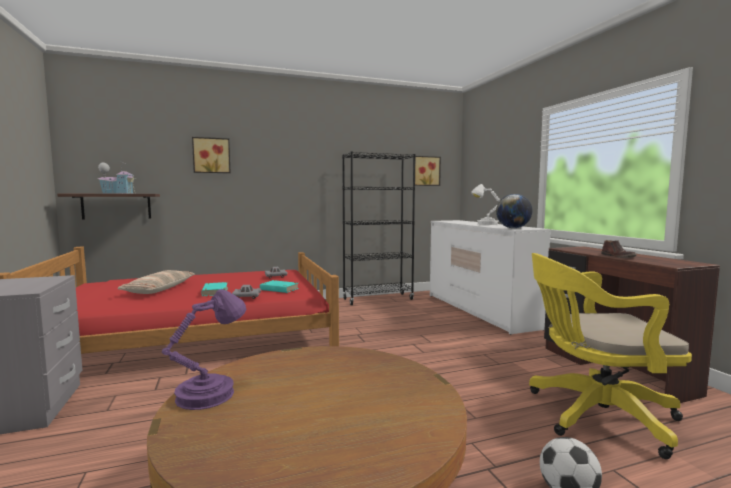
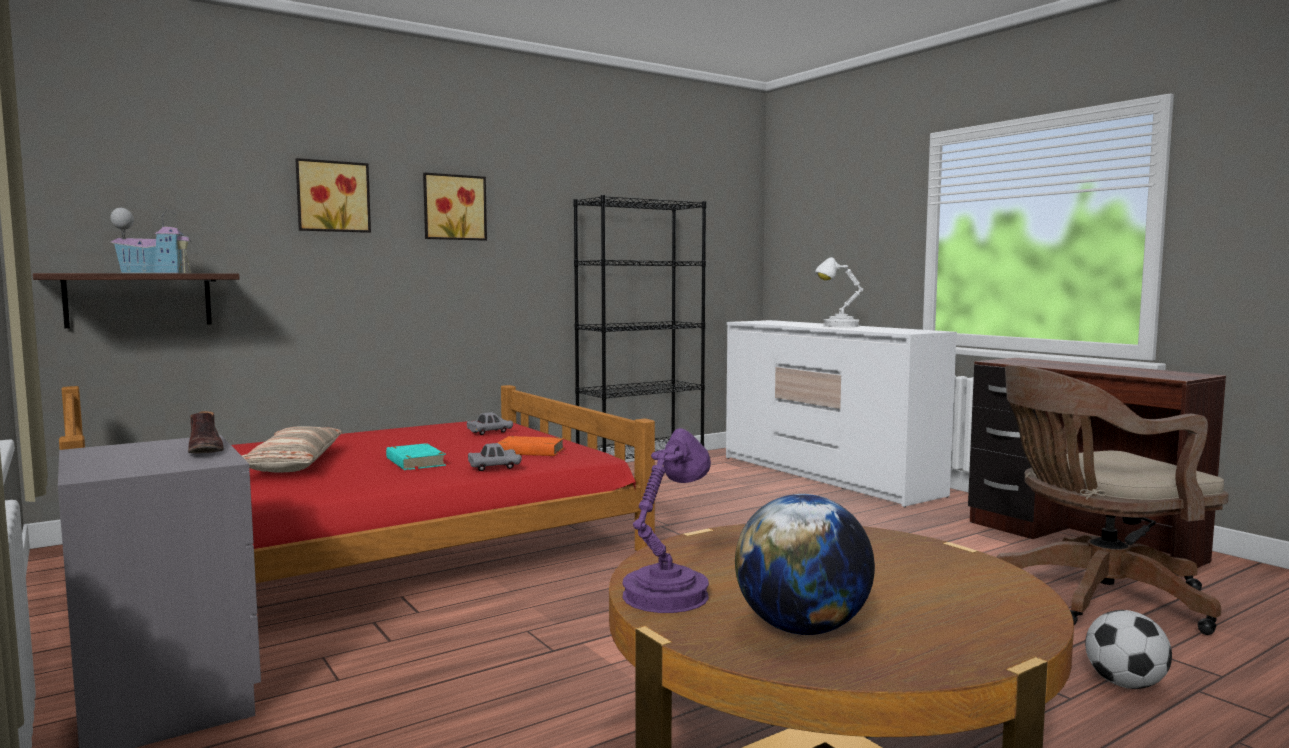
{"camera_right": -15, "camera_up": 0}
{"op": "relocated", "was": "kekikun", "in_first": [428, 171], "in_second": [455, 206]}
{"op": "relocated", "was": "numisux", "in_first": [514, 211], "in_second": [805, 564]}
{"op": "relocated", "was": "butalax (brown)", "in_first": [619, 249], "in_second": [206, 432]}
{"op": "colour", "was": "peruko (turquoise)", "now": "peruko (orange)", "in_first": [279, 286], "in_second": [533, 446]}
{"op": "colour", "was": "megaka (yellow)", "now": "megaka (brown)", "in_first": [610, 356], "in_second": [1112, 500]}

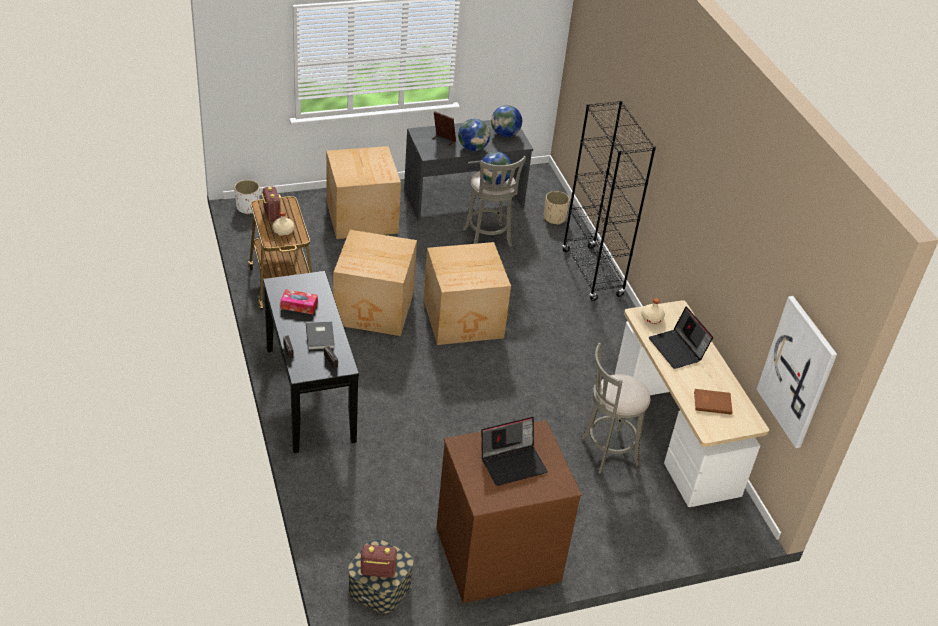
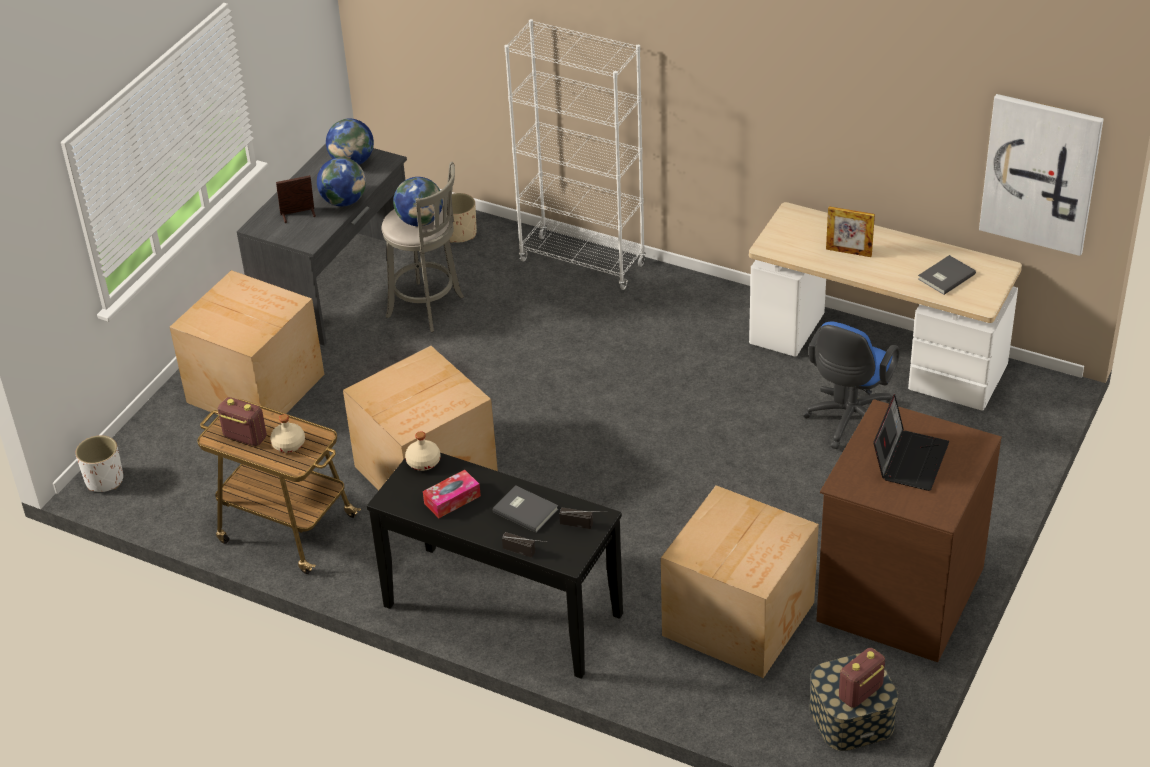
{"camera_right": -40, "camera_up": 0}
{"op": "relocated", "was": "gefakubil", "in_first": [467, 293], "in_second": [740, 581]}
{"op": "relocated", "was": "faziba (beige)", "in_first": [653, 311], "in_second": [422, 451]}
{"op": "exchanged", "was": "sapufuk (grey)", "now": "megaka (blue)", "in_first": [615, 408], "in_second": [851, 385]}
{"op": "exchanged", "was": "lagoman", "now": "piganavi", "in_first": [680, 338], "in_second": [850, 231]}
{"op": "colour", "was": "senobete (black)", "now": "senobete (white)", "in_first": [609, 200], "in_second": [575, 154]}
{"op": "colour", "was": "peruko (brown)", "now": "peruko (grey)", "in_first": [713, 402], "in_second": [947, 275]}

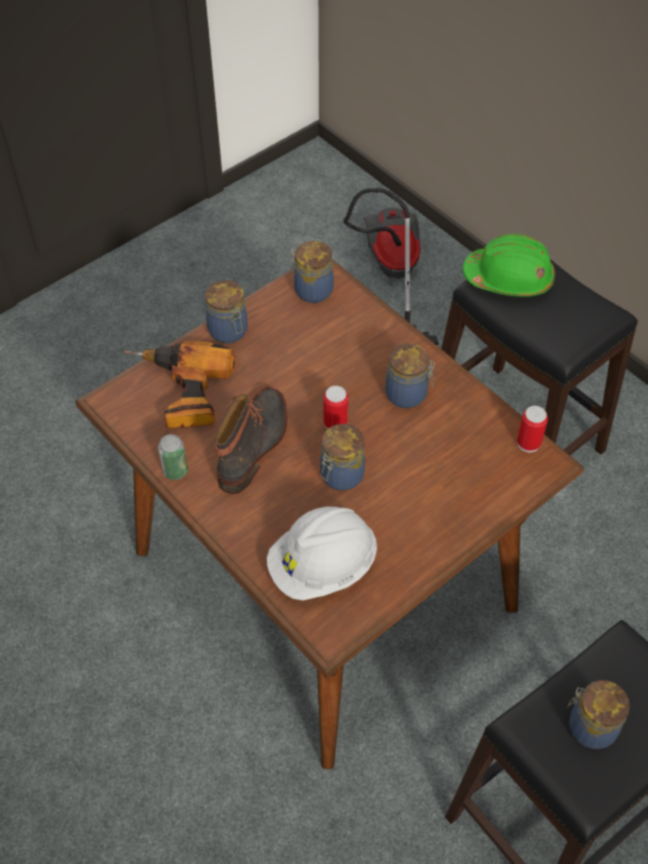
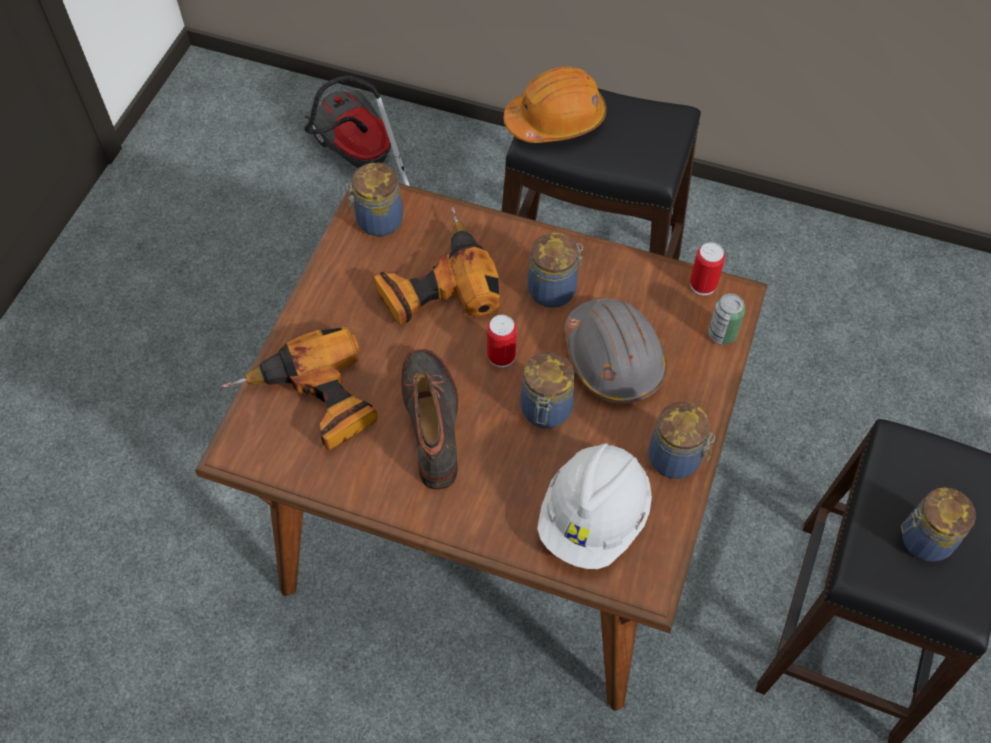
{"camera_right": -30, "camera_up": 5}
{"op": "appeared", "now": "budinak", "in_second": [437, 266]}
{"op": "appeared", "now": "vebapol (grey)", "in_second": [615, 351]}
{"op": "relocated", "was": "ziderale", "in_first": [173, 457], "in_second": [726, 319]}
{"op": "relocated", "was": "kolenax", "in_first": [226, 311], "in_second": [681, 440]}
{"op": "colour", "was": "vebapol (green)", "now": "vebapol (orange)", "in_first": [509, 265], "in_second": [555, 104]}

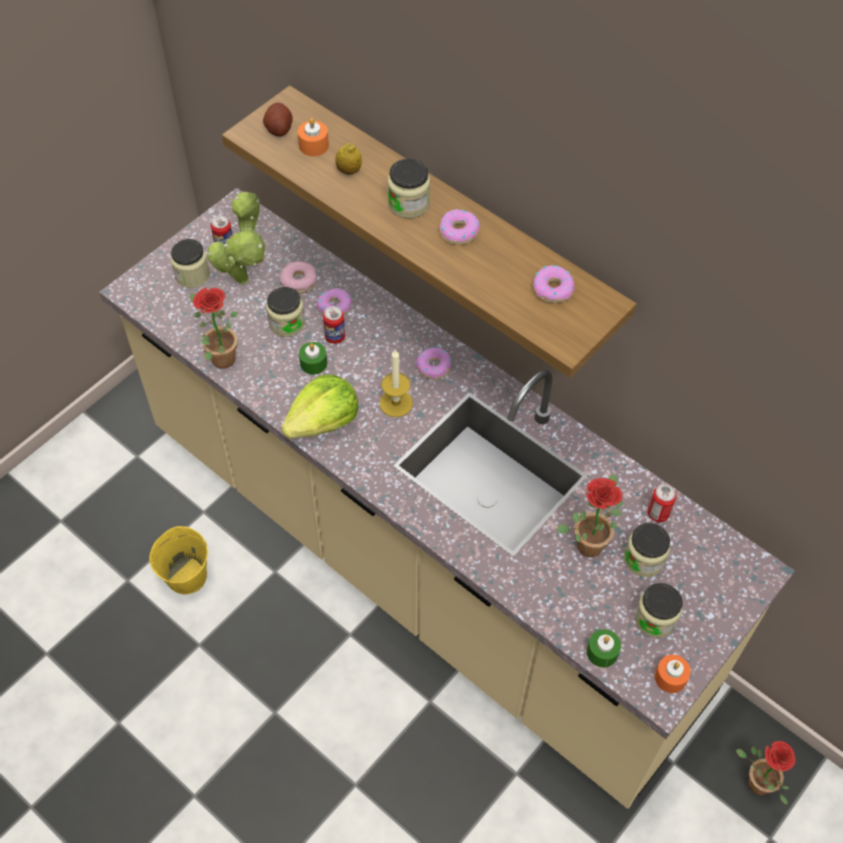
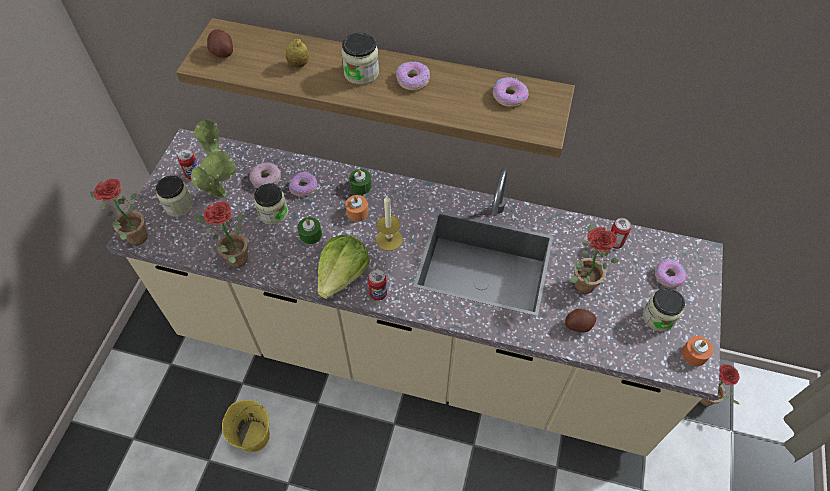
{"camera_right": -25, "camera_up": 0}
{"op": "missing", "was": "kolenax", "in_first": [647, 550]}
{"op": "appeared", "now": "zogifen", "in_second": [119, 212]}
{"op": "appeared", "now": "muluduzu", "in_second": [580, 320]}
{"op": "relocated", "was": "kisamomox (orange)", "in_first": [313, 137], "in_second": [356, 208]}
{"op": "relocated", "was": "ziderale", "in_first": [334, 325], "in_second": [377, 285]}
{"op": "relocated", "was": "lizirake", "in_first": [434, 363], "in_second": [670, 273]}
{"op": "relocated", "was": "kisamomox (green)", "in_first": [604, 648], "in_second": [360, 182]}

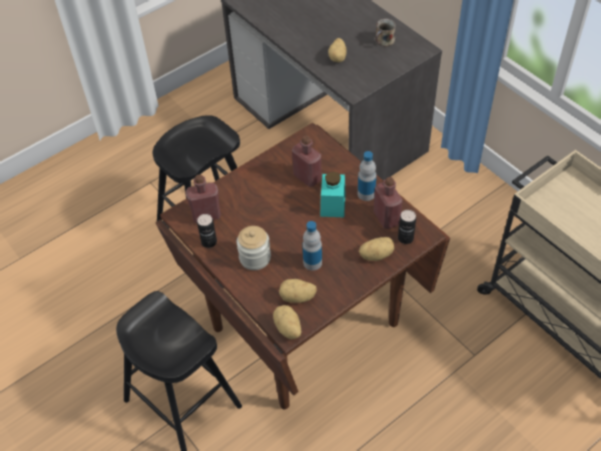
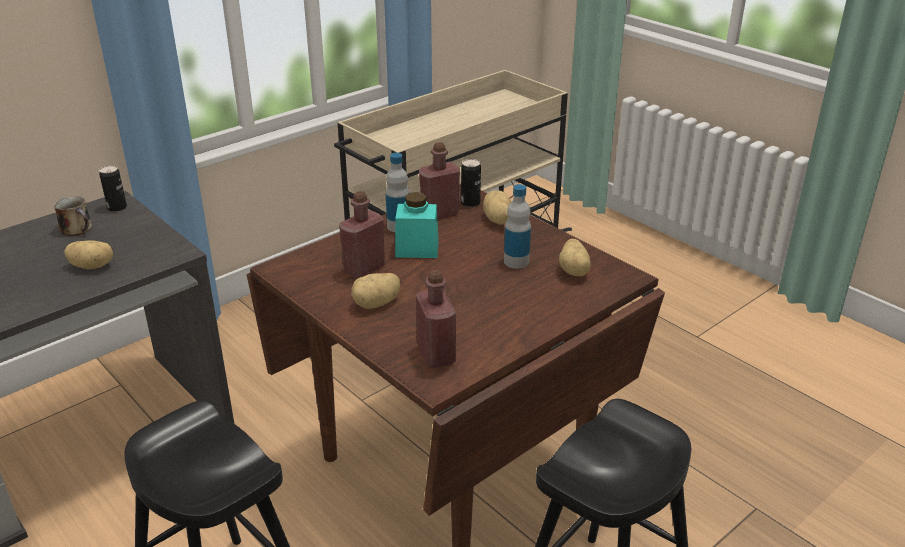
{"camera_right": -95, "camera_up": -20}
{"op": "missing", "was": "kolenax", "in_first": [254, 248]}
{"op": "relocated", "was": "ziderale", "in_first": [207, 231], "in_second": [113, 188]}
{"op": "relocated", "was": "muluduzu", "in_first": [287, 322], "in_second": [375, 291]}

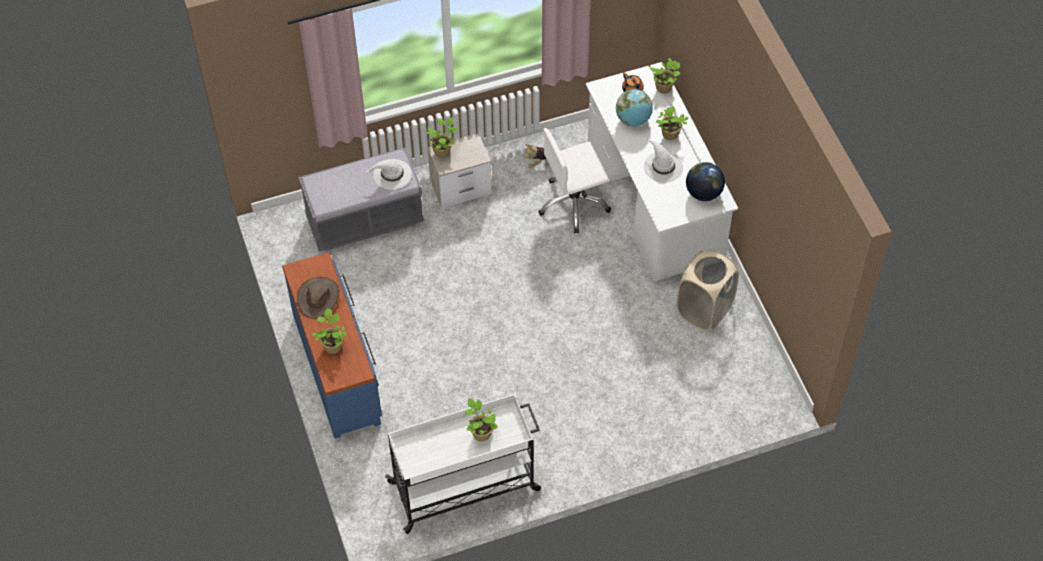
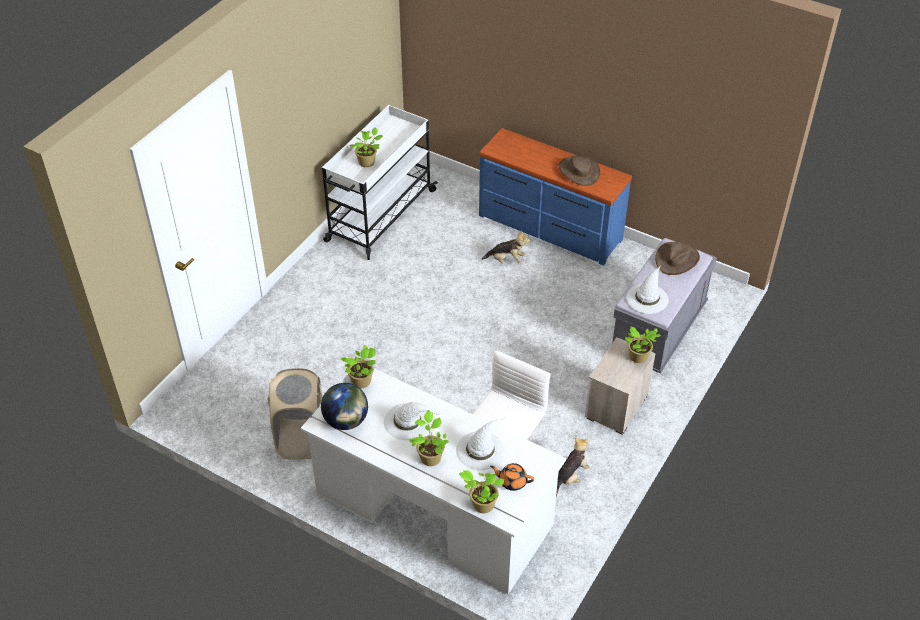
{"camera_right": 140, "camera_up": -10}
{"op": "appeared", "now": "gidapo", "in_second": [506, 247]}
{"op": "appeared", "now": "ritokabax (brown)", "in_second": [677, 258]}
{"op": "relocated", "was": "zogifen", "in_first": [329, 331], "in_second": [358, 366]}
{"op": "exchanged", "was": "numisux", "now": "ritokabax (white)", "in_first": [634, 108], "in_second": [481, 443]}

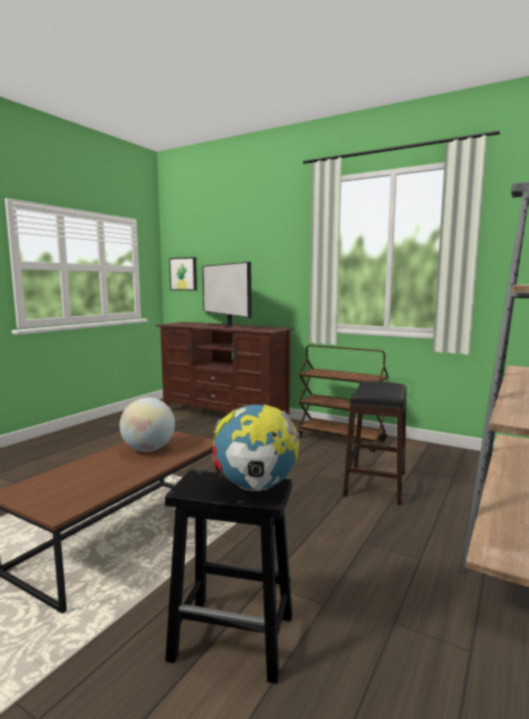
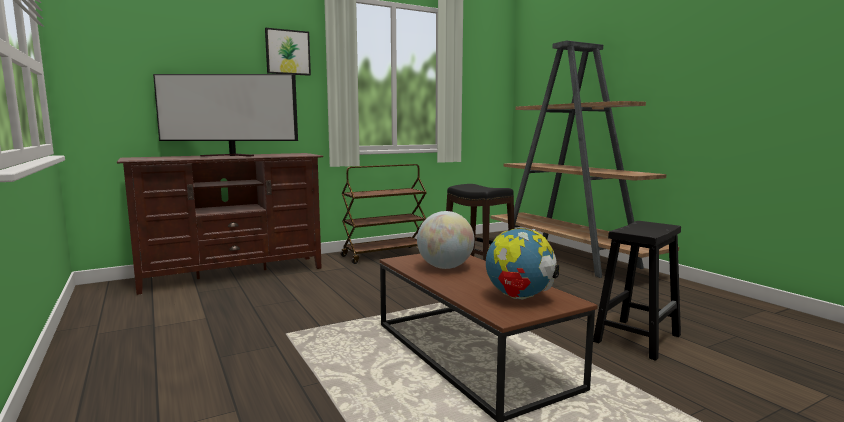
{"camera_right": -60, "camera_up": 0}
{"op": "relocated", "was": "kekikun", "in_first": [183, 273], "in_second": [288, 52]}
{"op": "relocated", "was": "numisux", "in_first": [256, 447], "in_second": [522, 263]}

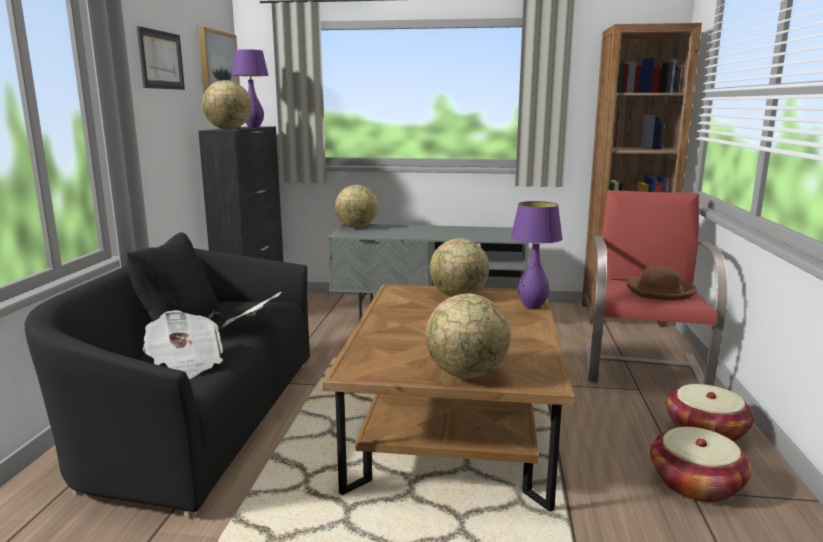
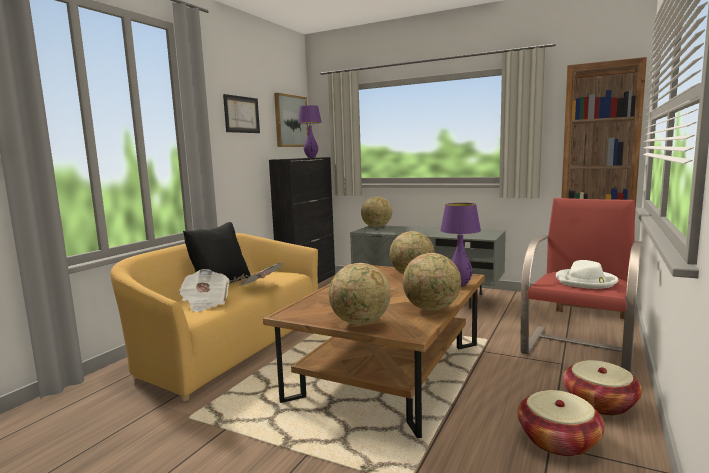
{"camera_right": 20, "camera_up": -5}
{"op": "relocated", "was": "numisux", "in_first": [227, 105], "in_second": [432, 282]}
{"op": "colour", "was": "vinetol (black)", "now": "vinetol (yellow)", "in_first": [167, 383], "in_second": [214, 317]}
{"op": "colour", "was": "ritokabax (brown)", "now": "ritokabax (white)", "in_first": [661, 283], "in_second": [587, 274]}

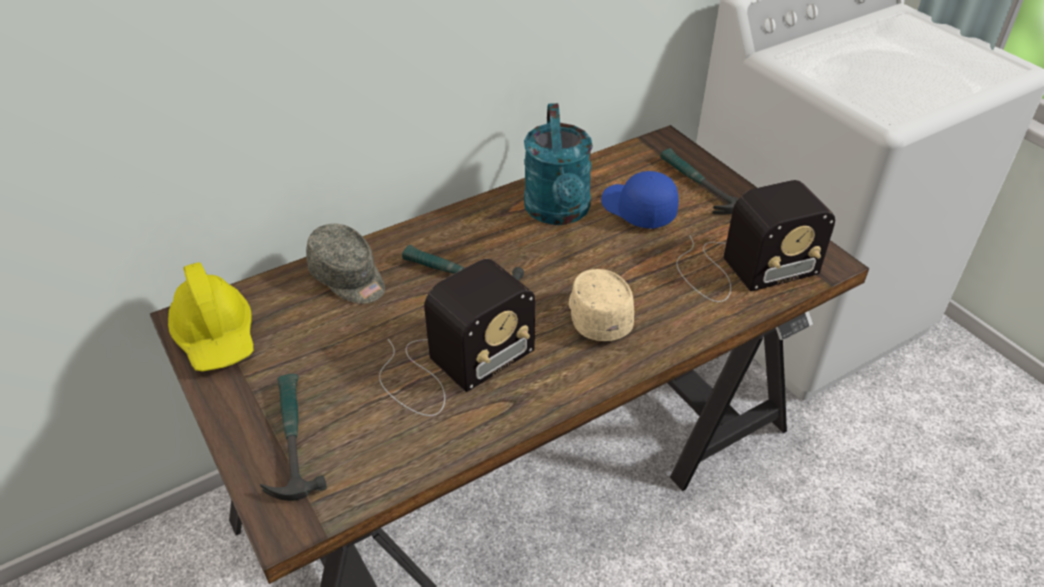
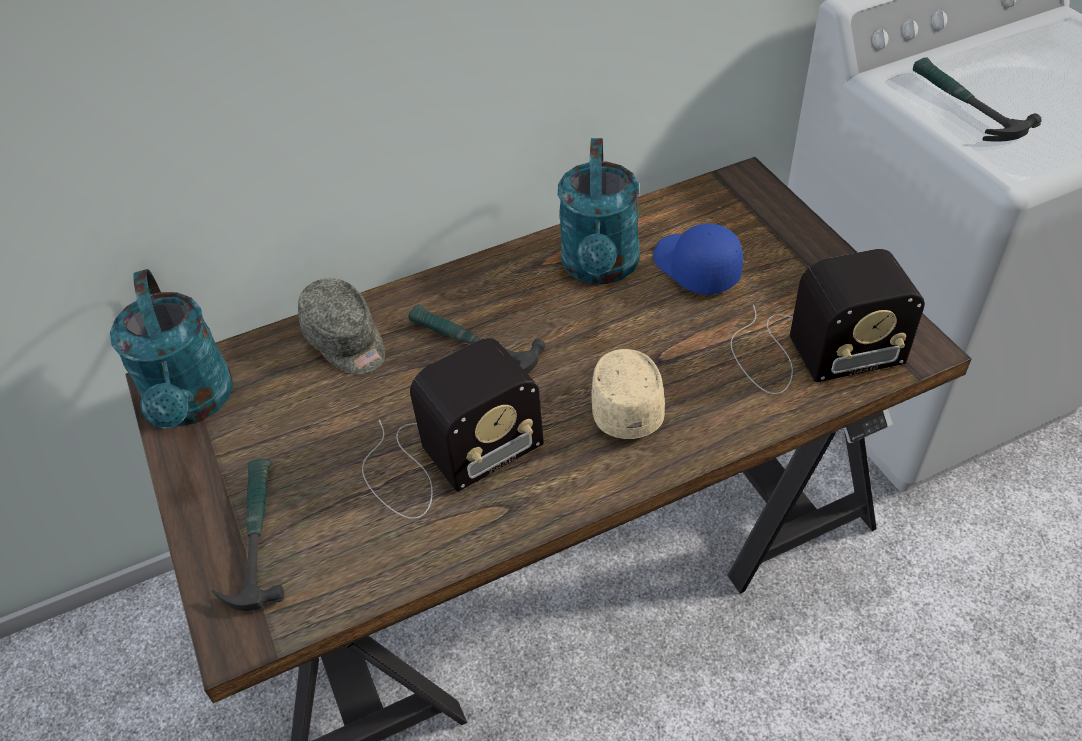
{"camera_right": 10, "camera_up": 5}
{"op": "relocated", "was": "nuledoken", "in_first": [700, 181], "in_second": [977, 99]}
{"op": "exchanged", "was": "vebapol (yellow)", "now": "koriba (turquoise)", "in_first": [210, 316], "in_second": [171, 348]}

